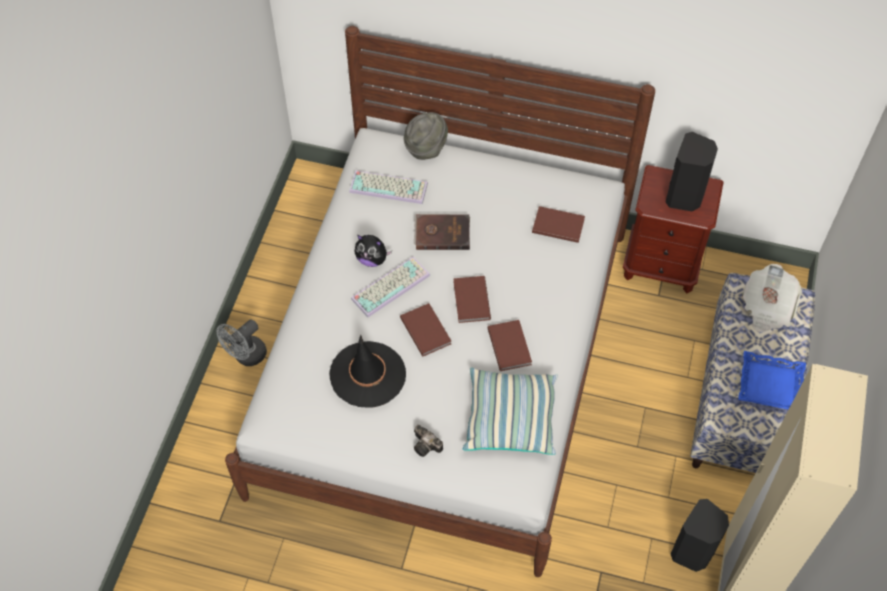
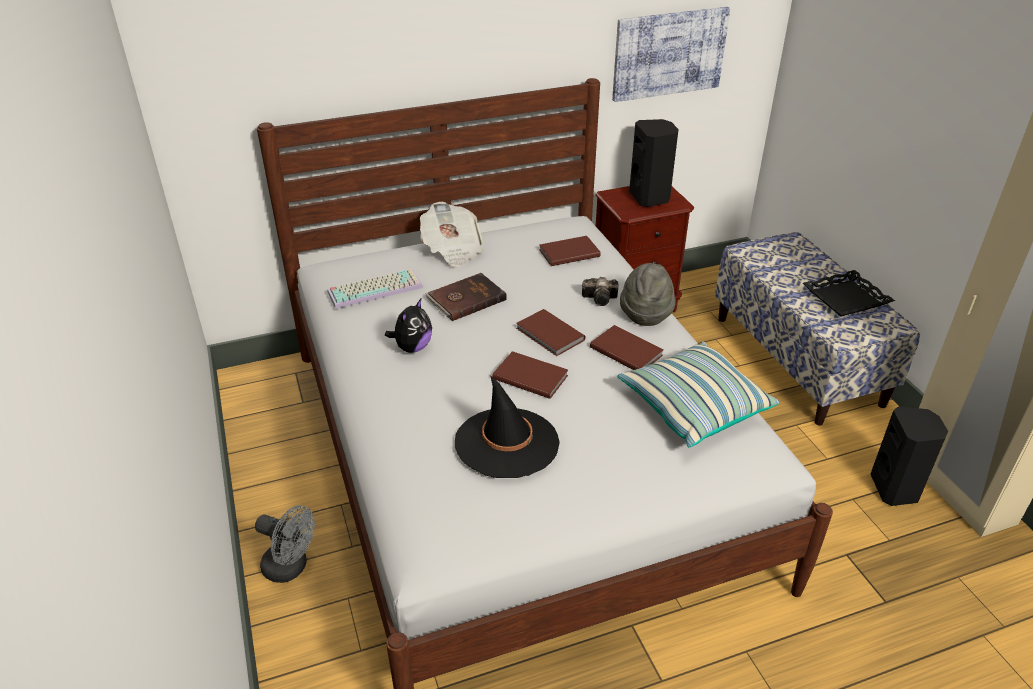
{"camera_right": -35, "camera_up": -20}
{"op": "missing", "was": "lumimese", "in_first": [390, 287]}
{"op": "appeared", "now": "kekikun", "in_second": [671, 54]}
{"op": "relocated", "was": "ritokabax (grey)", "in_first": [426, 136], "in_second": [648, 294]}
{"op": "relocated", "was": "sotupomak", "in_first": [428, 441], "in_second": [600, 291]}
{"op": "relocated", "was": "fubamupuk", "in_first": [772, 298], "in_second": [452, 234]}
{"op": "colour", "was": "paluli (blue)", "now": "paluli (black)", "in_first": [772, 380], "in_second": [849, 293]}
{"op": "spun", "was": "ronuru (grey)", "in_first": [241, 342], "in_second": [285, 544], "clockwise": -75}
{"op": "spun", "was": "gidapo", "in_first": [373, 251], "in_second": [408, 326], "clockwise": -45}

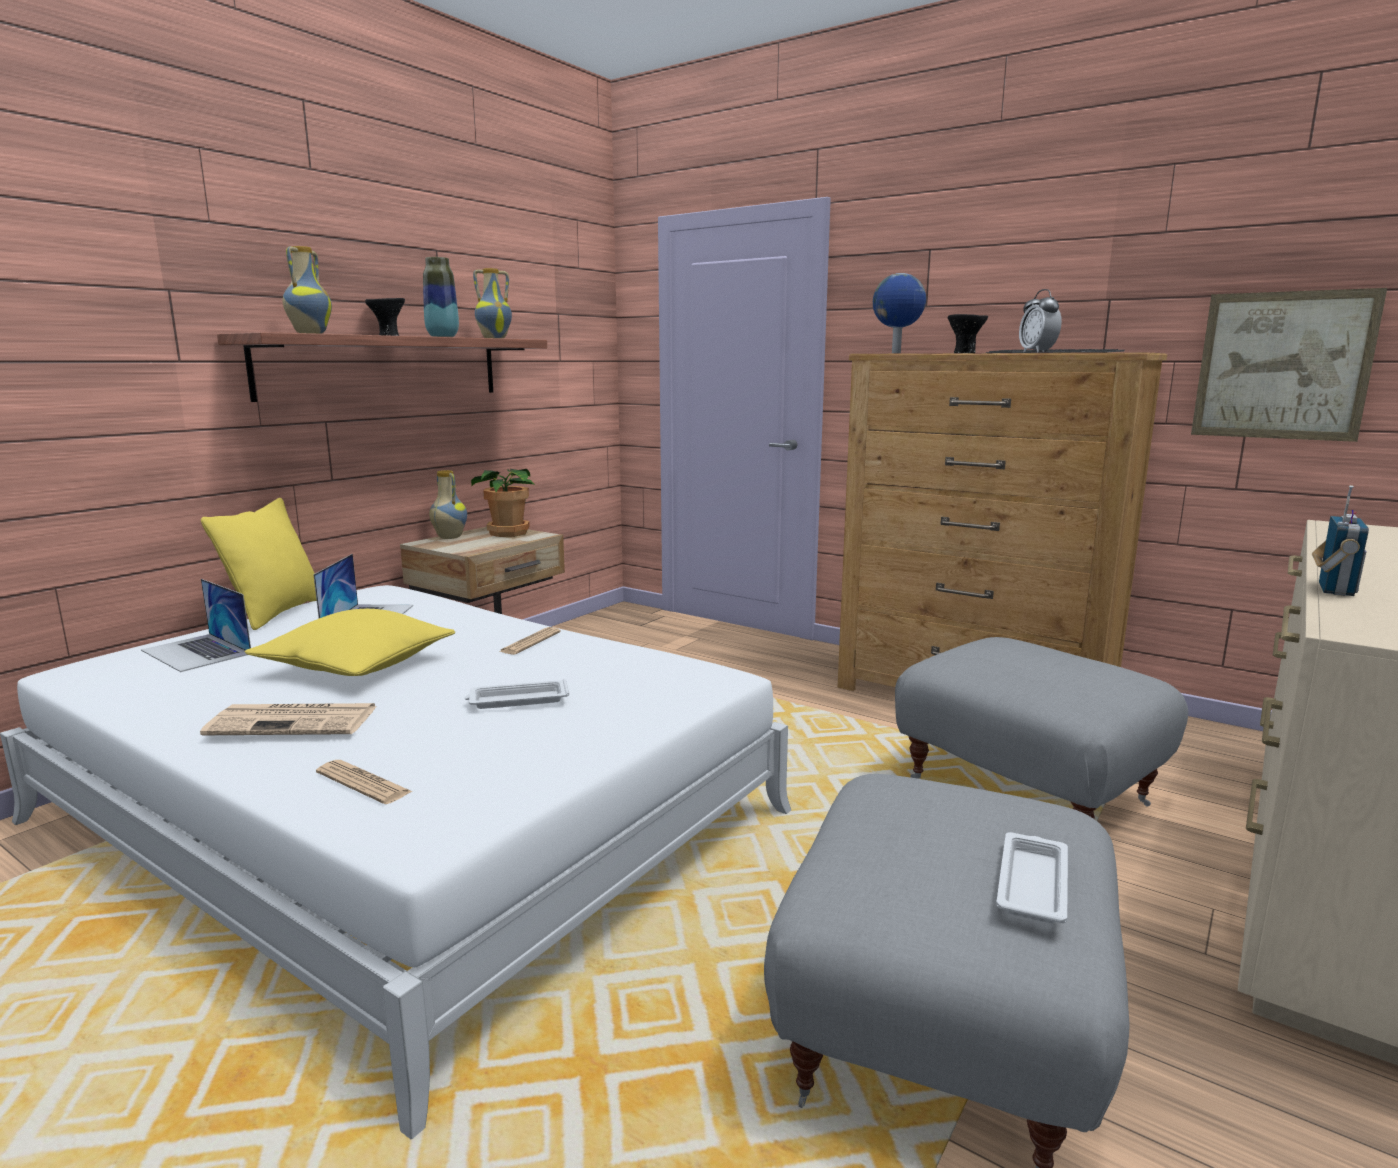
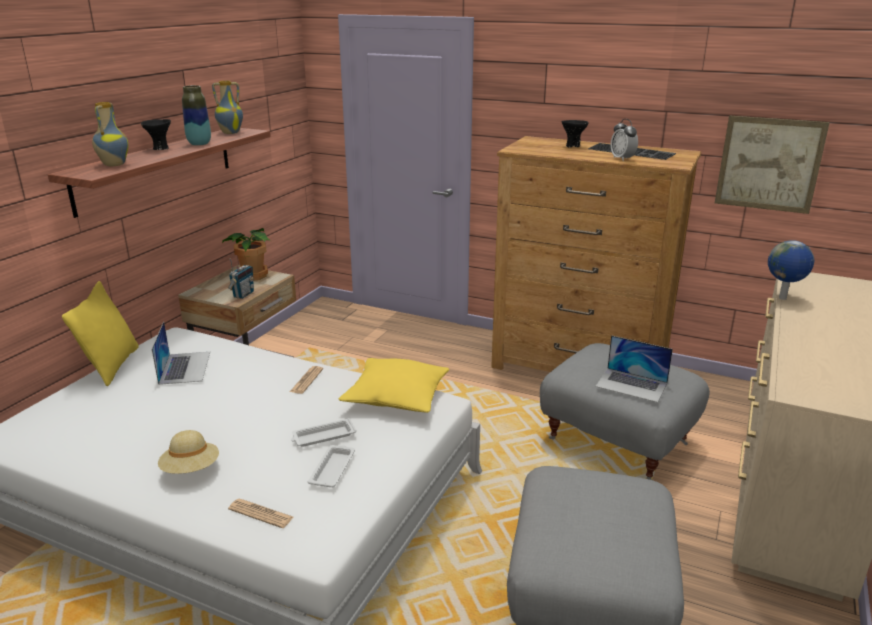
{"camera_right": -10, "camera_up": 10}
{"op": "missing", "was": "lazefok", "in_first": [448, 504]}
{"op": "relocated", "was": "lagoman", "in_first": [196, 625], "in_second": [634, 369]}
{"op": "relocated", "was": "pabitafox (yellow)", "in_first": [350, 642], "in_second": [394, 385]}
{"op": "relocated", "was": "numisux", "in_first": [899, 313], "in_second": [791, 270]}
{"op": "relocated", "was": "paluli (white)", "in_first": [1032, 877], "in_second": [331, 466]}
{"op": "relocated", "was": "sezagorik", "in_first": [1340, 540], "in_second": [241, 279]}
{"op": "exchanged", "was": "fubamupuk", "now": "ritokabax (beige)", "in_first": [288, 719], "in_second": [188, 452]}

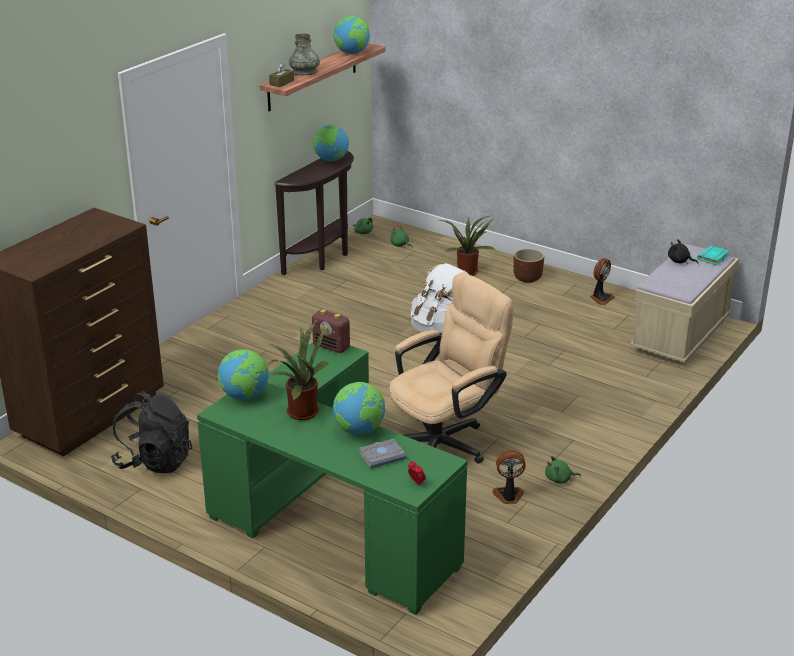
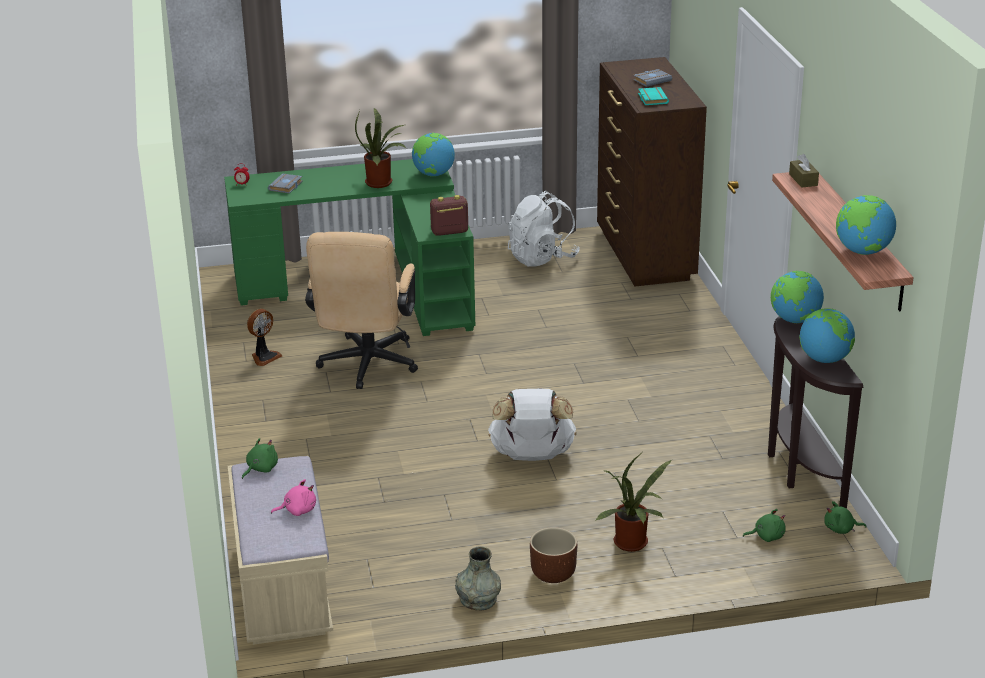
{"camera_right": 135, "camera_up": 0}
{"op": "missing", "was": "ronuru", "in_first": [602, 281]}
{"op": "appeared", "now": "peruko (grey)", "in_second": [652, 78]}
{"op": "relocated", "was": "lazefok (grey)", "in_first": [304, 54], "in_second": [478, 578]}
{"op": "relocated", "was": "numisux", "in_first": [359, 408], "in_second": [797, 297]}
{"op": "relocated", "was": "gidapo (green)", "in_first": [563, 470], "in_second": [260, 458]}
{"op": "relocated", "was": "peruko (turquoise)", "in_first": [713, 255], "in_second": [653, 96]}
{"op": "colour", "was": "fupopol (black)", "now": "fupopol (white)", "in_first": [151, 432], "in_second": [544, 229]}
{"op": "colour", "was": "gidapo (black)", "now": "gidapo (pink)", "in_first": [683, 251], "in_second": [293, 497]}

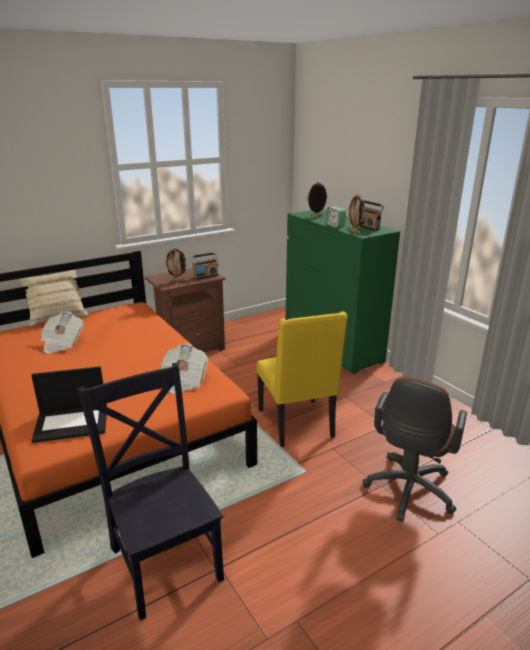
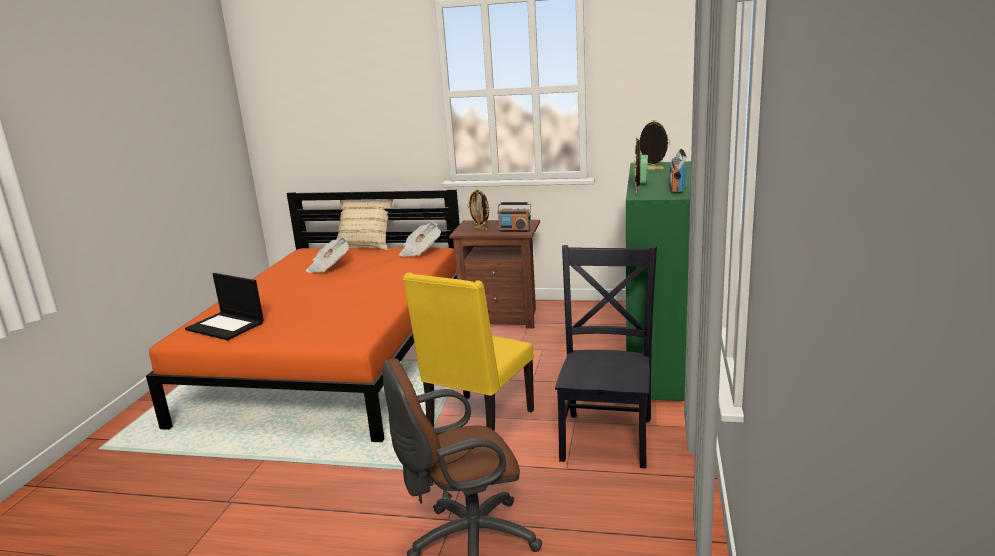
{"camera_right": 45, "camera_up": -5}
{"op": "relocated", "was": "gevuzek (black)", "in_first": [150, 491], "in_second": [606, 357]}
{"op": "relocated", "was": "fubamupuk", "in_first": [184, 369], "in_second": [420, 240]}

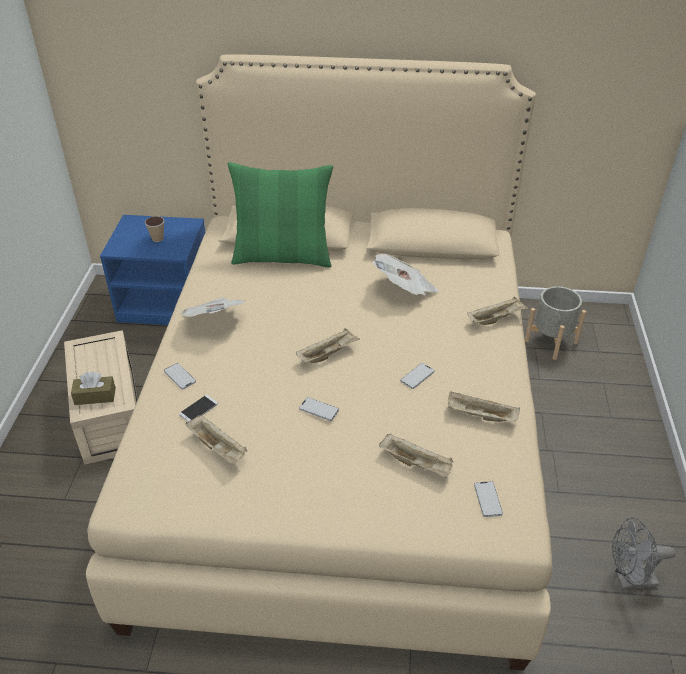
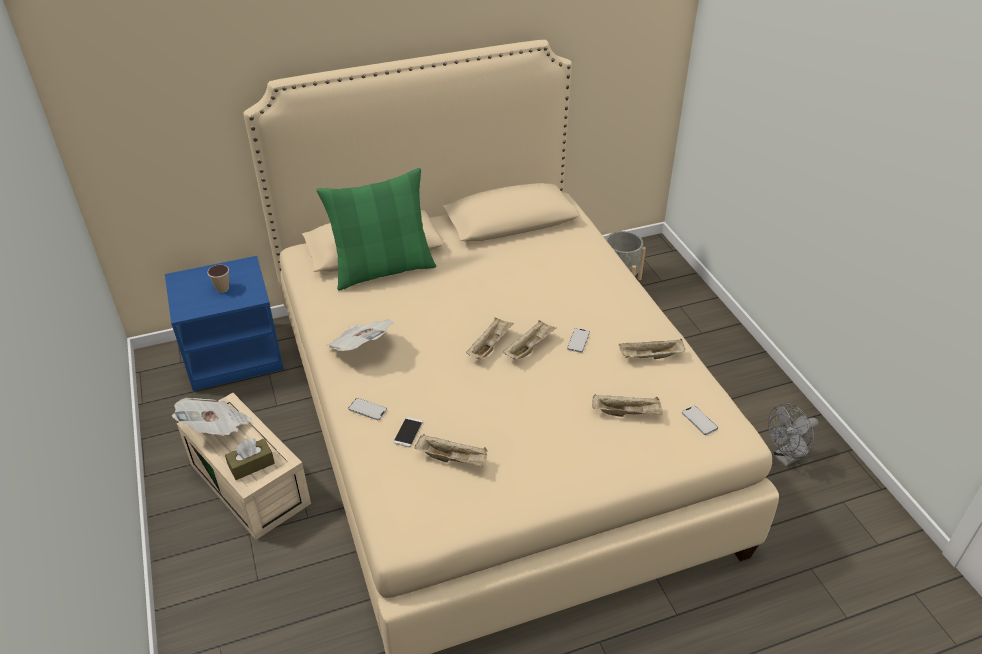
{"camera_right": -25, "camera_up": 0}
{"op": "missing", "was": "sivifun", "in_first": [319, 409]}
{"op": "relocated", "was": "fubamupuk", "in_first": [405, 275], "in_second": [212, 417]}
{"op": "relocated", "was": "paluli (beige)", "in_first": [497, 310], "in_second": [530, 340]}

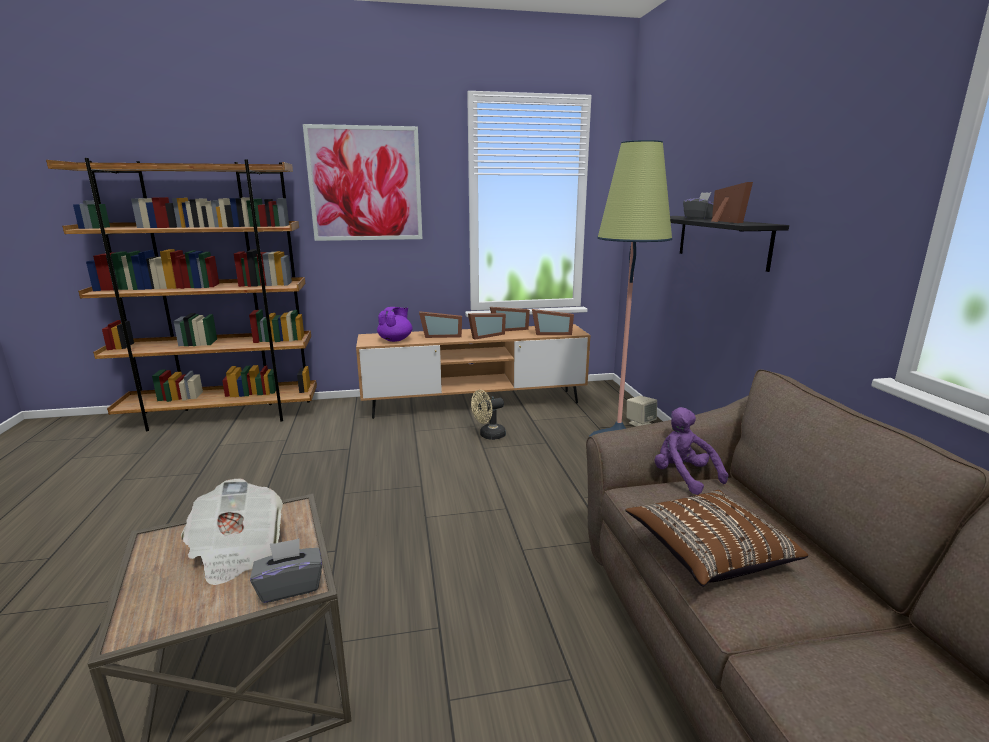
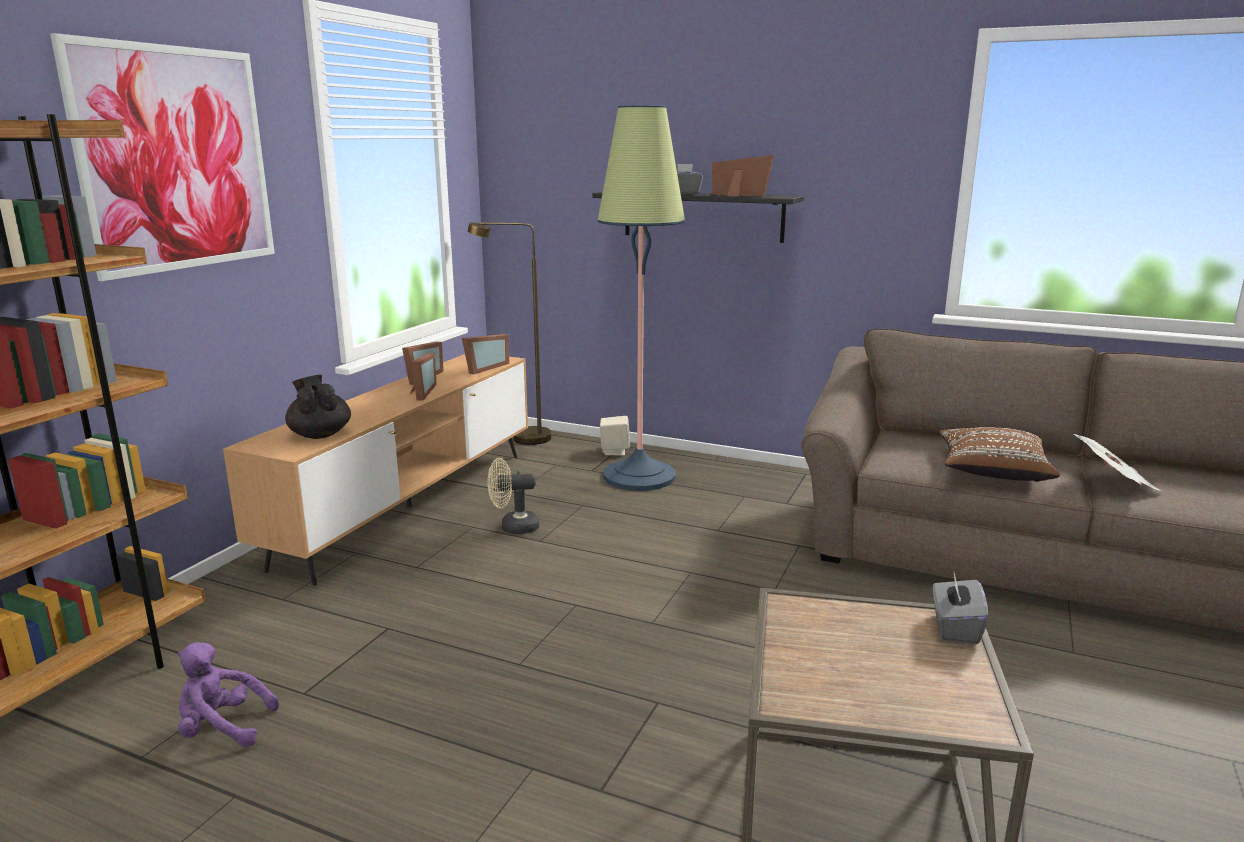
{"camera_right": -55, "camera_up": 0}
{"op": "missing", "was": "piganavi", "in_first": [440, 324]}
{"op": "appeared", "now": "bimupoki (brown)", "in_second": [509, 333]}
{"op": "relocated", "was": "fubamupuk", "in_first": [232, 532], "in_second": [1117, 462]}
{"op": "relocated", "was": "gidapo (purple)", "in_first": [691, 451], "in_second": [228, 694]}
{"op": "colour", "was": "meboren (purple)", "now": "meboren (black)", "in_first": [394, 324], "in_second": [318, 407]}
{"op": "spun", "was": "ronuru (beige)", "in_first": [488, 415], "in_second": [513, 496], "clockwise": 75}

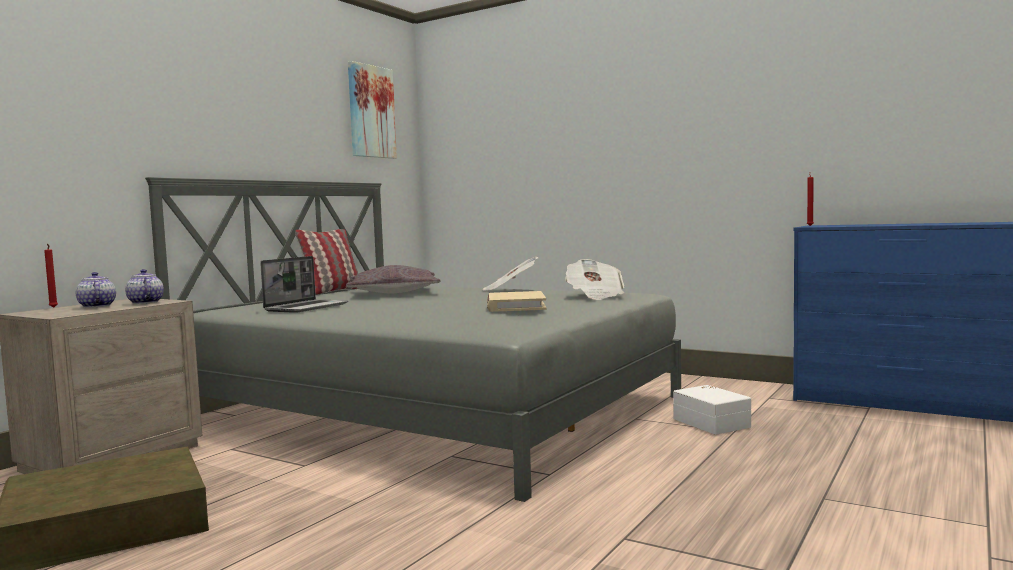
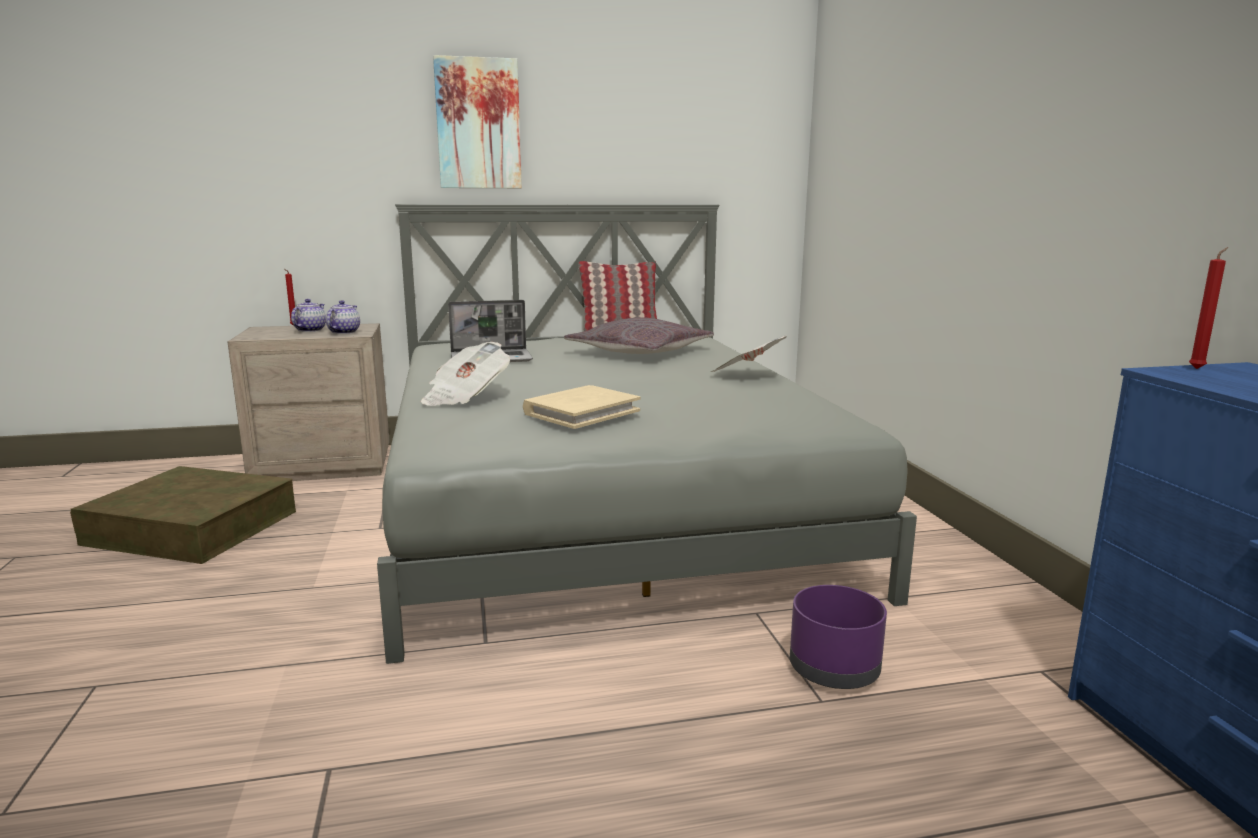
{"camera_right": 45, "camera_up": 10}
{"op": "relocated", "was": "kekikun", "in_first": [372, 110], "in_second": [477, 121]}
{"op": "relocated", "was": "fubamupuk", "in_first": [594, 279], "in_second": [465, 374]}
{"op": "exchanged", "was": "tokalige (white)", "now": "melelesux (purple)", "in_first": [712, 410], "in_second": [838, 637]}

